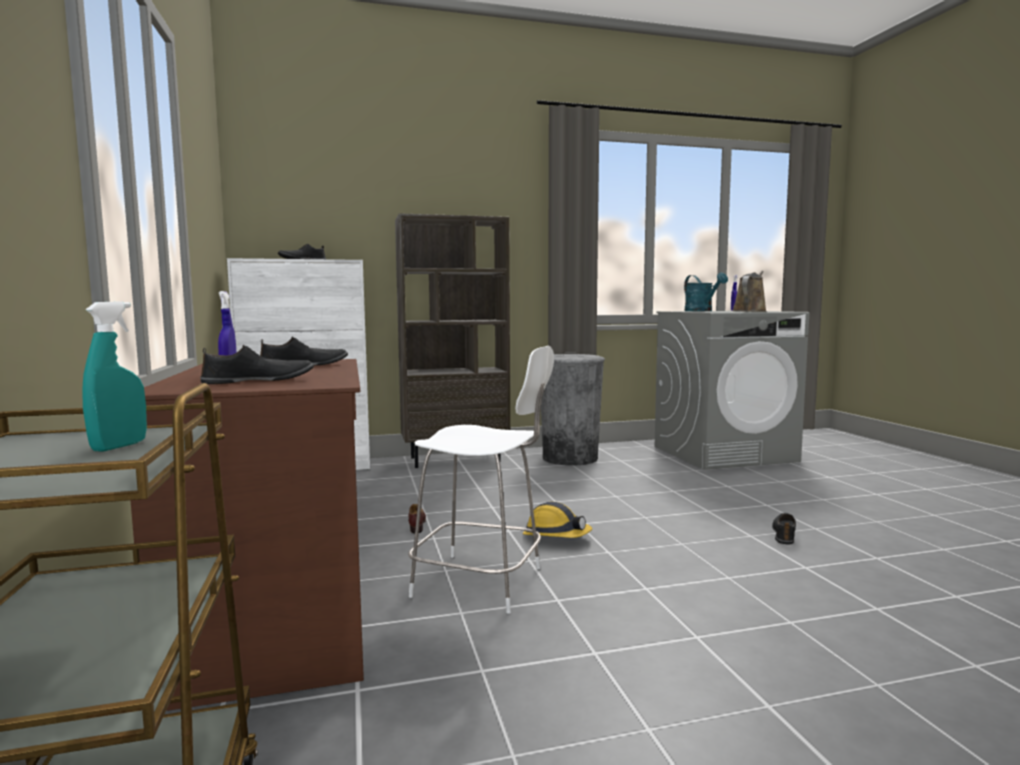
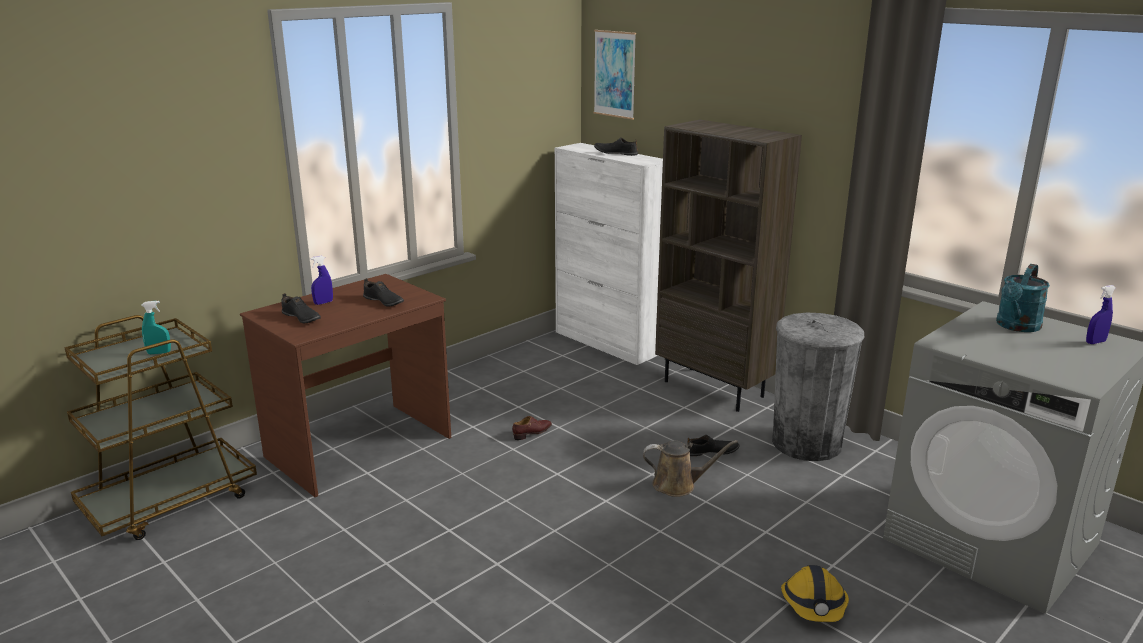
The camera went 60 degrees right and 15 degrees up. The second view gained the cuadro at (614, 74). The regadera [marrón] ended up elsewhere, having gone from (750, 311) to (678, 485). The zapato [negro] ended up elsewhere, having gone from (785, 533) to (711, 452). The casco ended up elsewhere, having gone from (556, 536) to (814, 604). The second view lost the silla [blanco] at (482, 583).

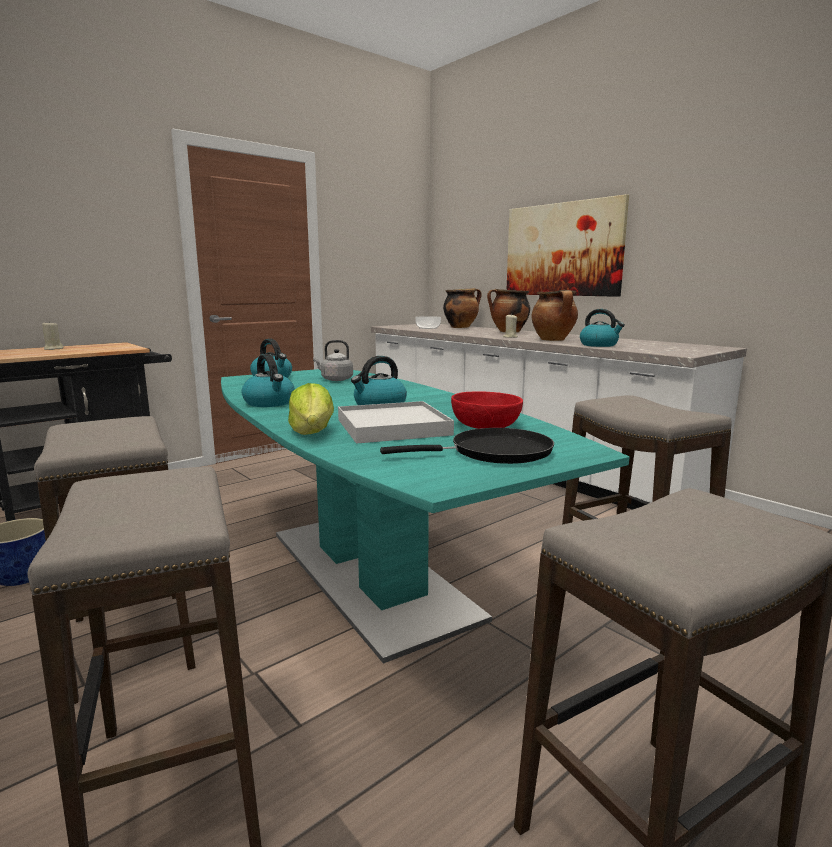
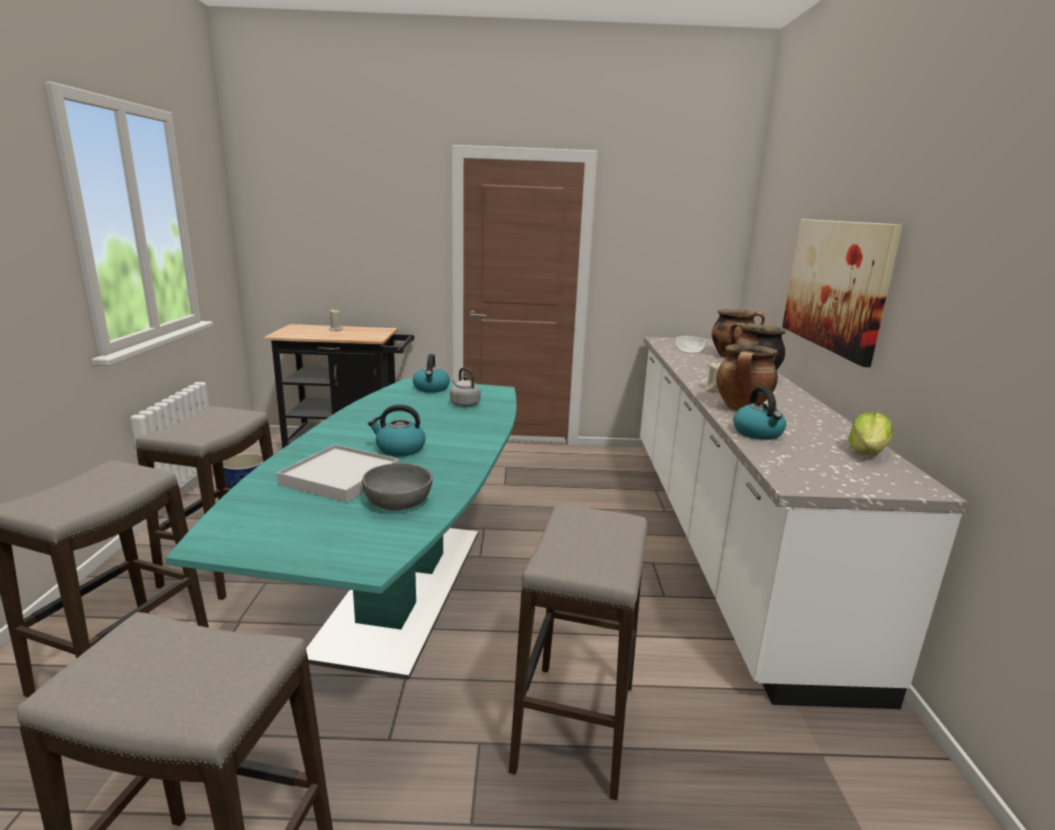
The camera went 40 degrees right and 5 degrees up. What was the cuenco [rojo] at (486, 425) turned into the cuenco [gris] at (398, 501). The lechuga ended up elsewhere, having gone from (312, 432) to (867, 452). The second view lost the hervidor at (270, 403). The second view lost the sartén [negro] at (494, 452).

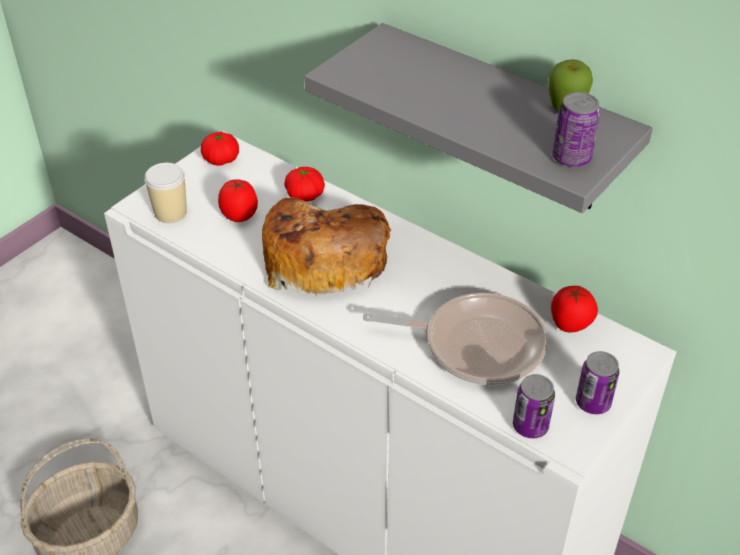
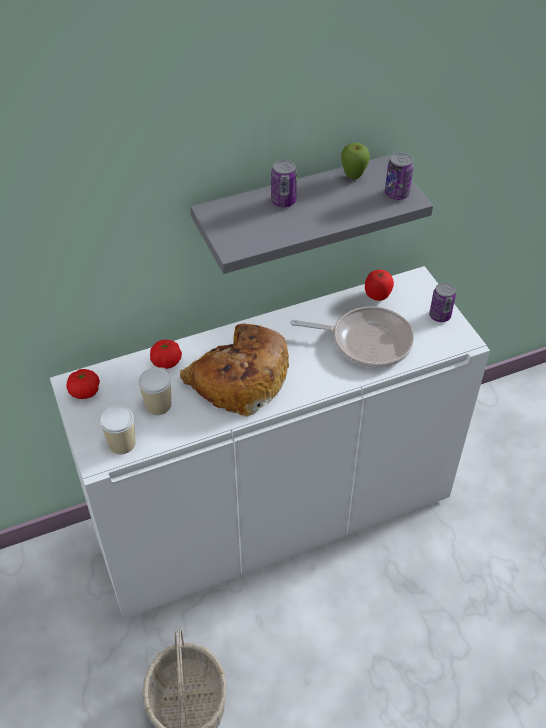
The camera went 60 degrees left and 5 degrees up. Where the tomate stood at (239, 215), the taza came to stand at (158, 405). The lata ended up elsewhere, having gone from (530, 426) to (283, 201). The sartén at (476, 345) ended up facing another way, 60 degrees clockwise from before.

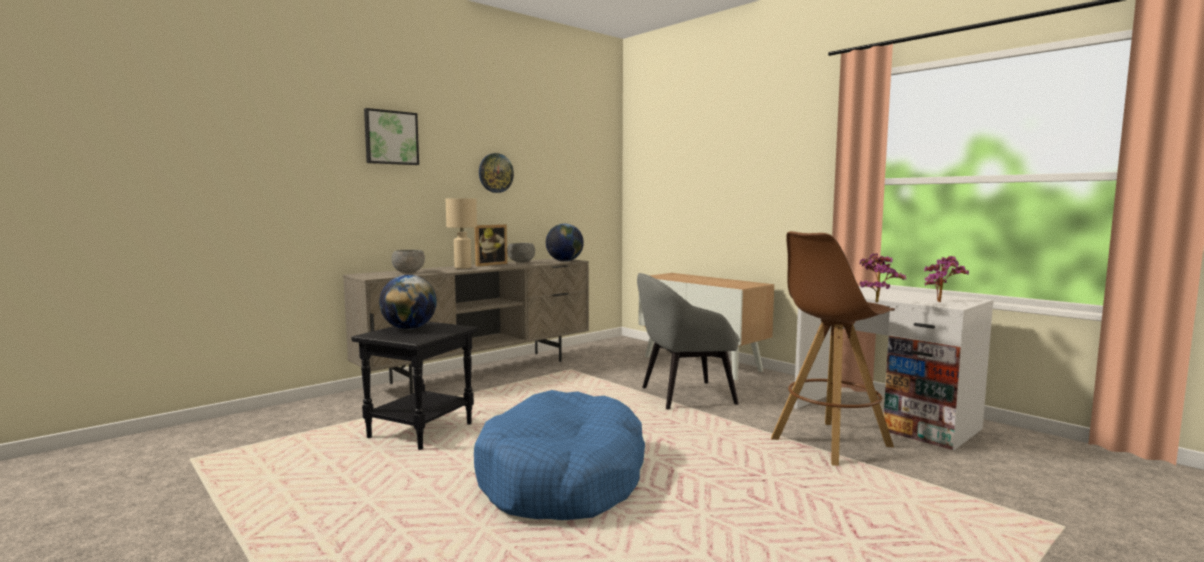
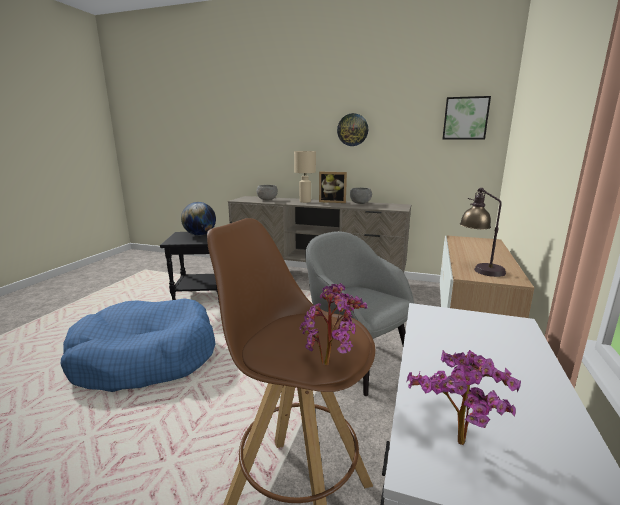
The camera went 60 degrees right and 10 degrees up. The cuadro ended up elsewhere, having gone from (391, 137) to (465, 118). The second view gained the lámpara de mesa at (479, 268). The second view lost the globo terráqueo at (564, 261).

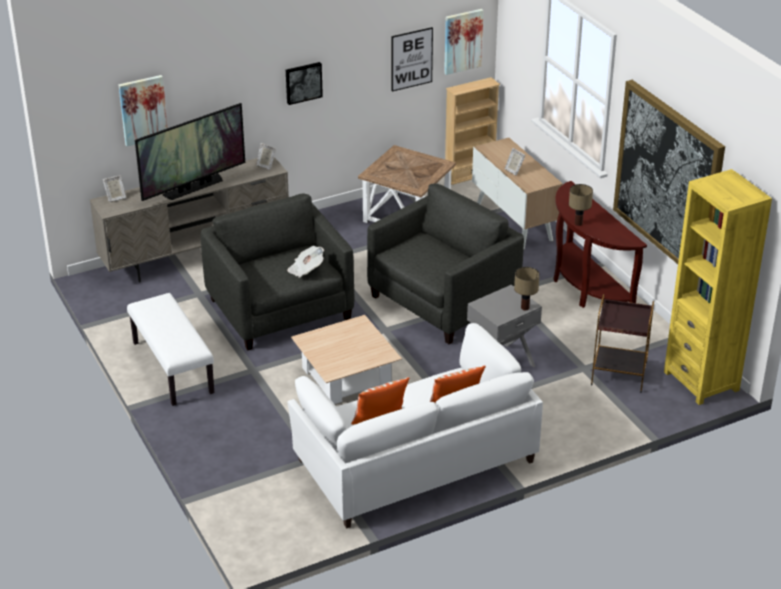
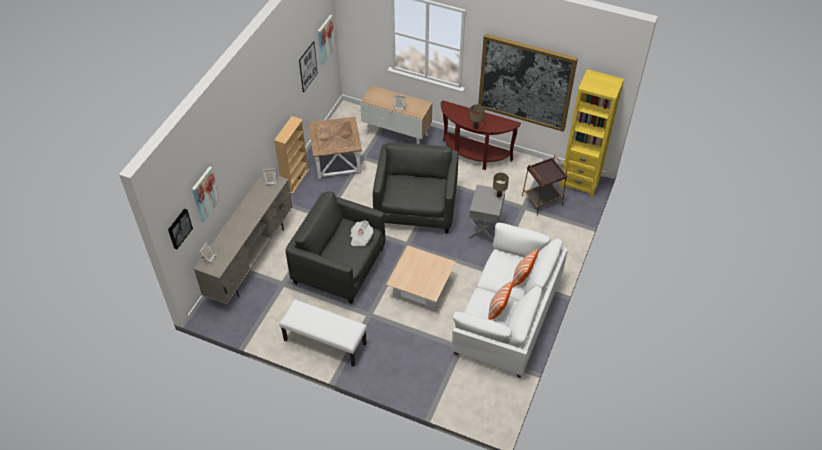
The camera went 40 degrees left and 15 degrees up. The cuadro ended up elsewhere, having gone from (303, 82) to (179, 228). The estantería [beis] ended up elsewhere, having gone from (469, 175) to (295, 180). The second view lost the televisor at (194, 187).

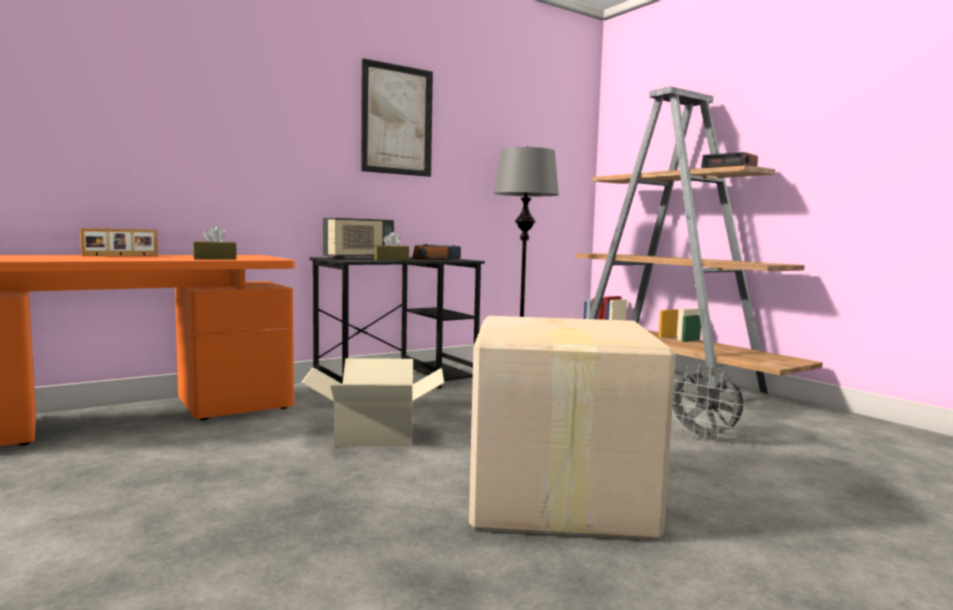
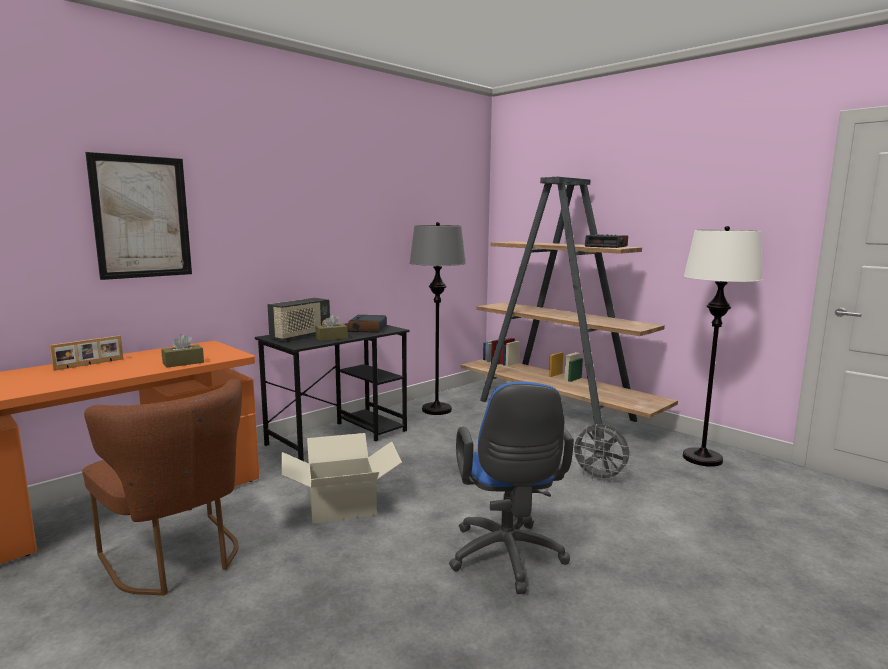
The camera went 10 degrees left and 5 degrees up. The second view gained the silla [marrón] at (178, 559). The cuadro ended up elsewhere, having gone from (397, 120) to (142, 217). Where the caja de cartón stood at (556, 497), the silla de oficina [azul] came to stand at (507, 559). The second view gained the lámpara de pie [blanco] at (702, 458).

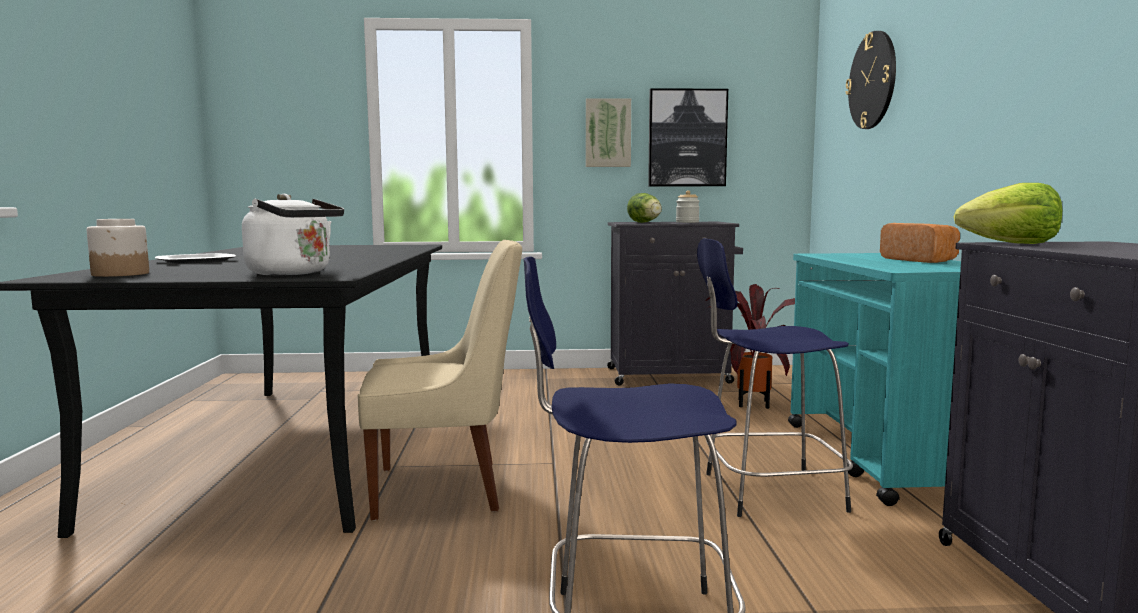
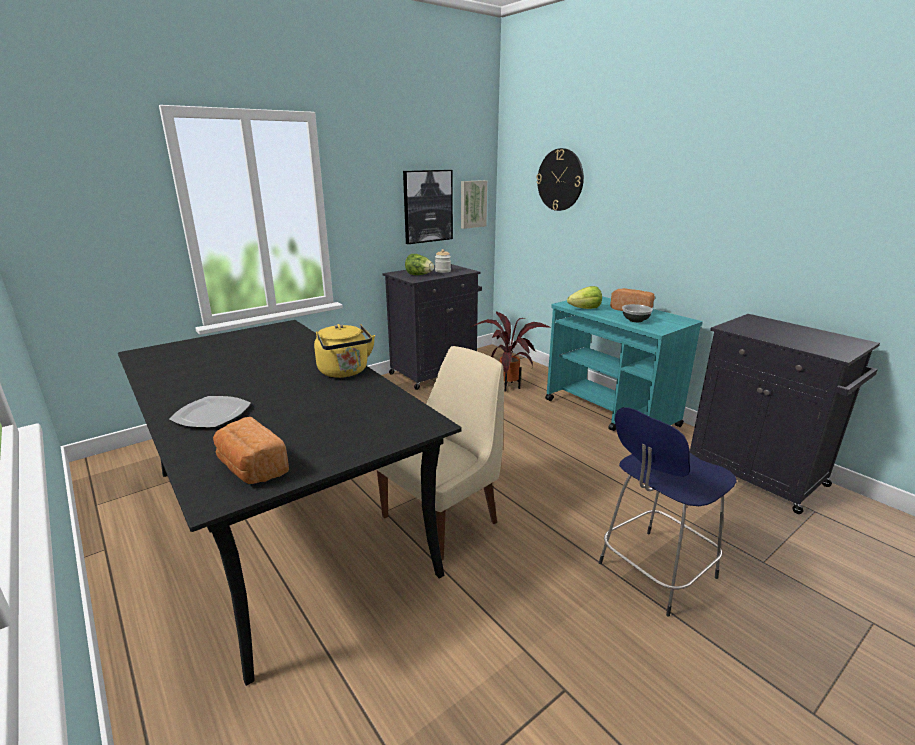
The camera went 35 degrees left and 15 degrees up. Where the tarro stood at (121, 274), the pan came to stand at (251, 468). The second view gained the hervidor [amarillo] at (345, 372). The cuadro ended up elsewhere, having gone from (608, 133) to (472, 204). The lechuga ended up elsewhere, having gone from (1011, 243) to (585, 309). The second view gained the cuenco at (635, 320). The second view lost the hervidor [blanco] at (294, 273). The second view lost the taburete [azul] at (768, 492).

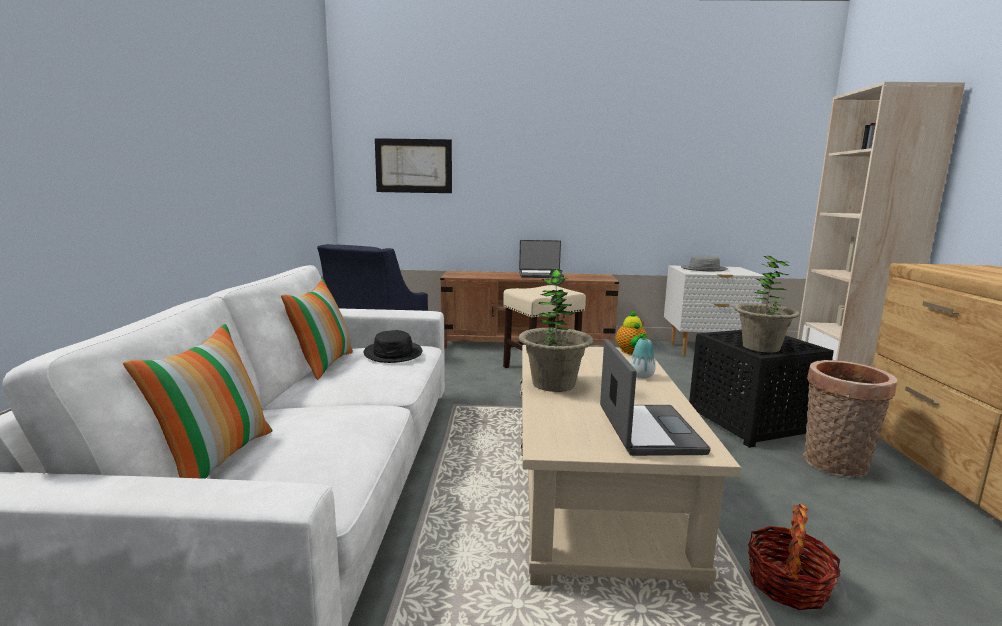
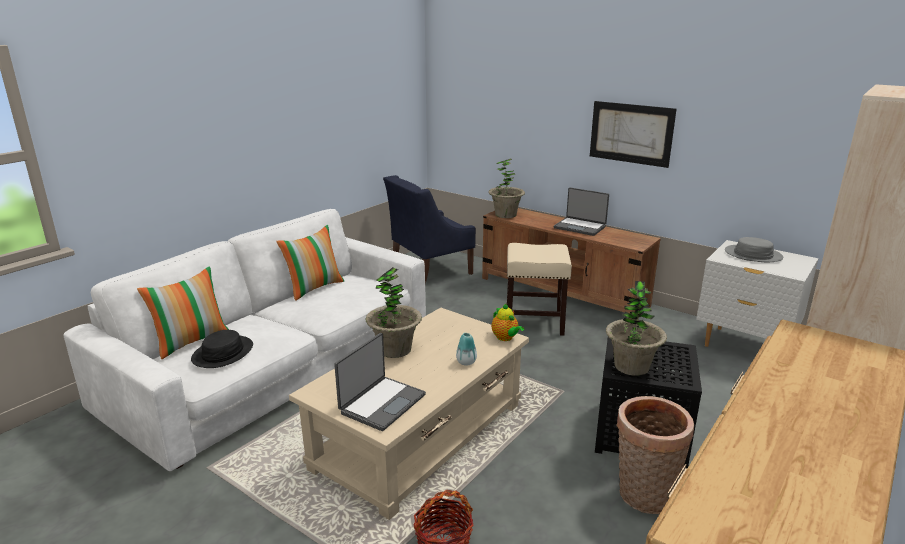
The camera went 35 degrees right and 10 degrees up. The sombrero [negro] ended up elsewhere, having gone from (393, 353) to (223, 353). The second view gained the planta en maceta at (505, 215). The tetera at (631, 352) ended up facing another way, 60 degrees counterclockwise from before. The cuadro ended up elsewhere, having gone from (413, 166) to (631, 133).

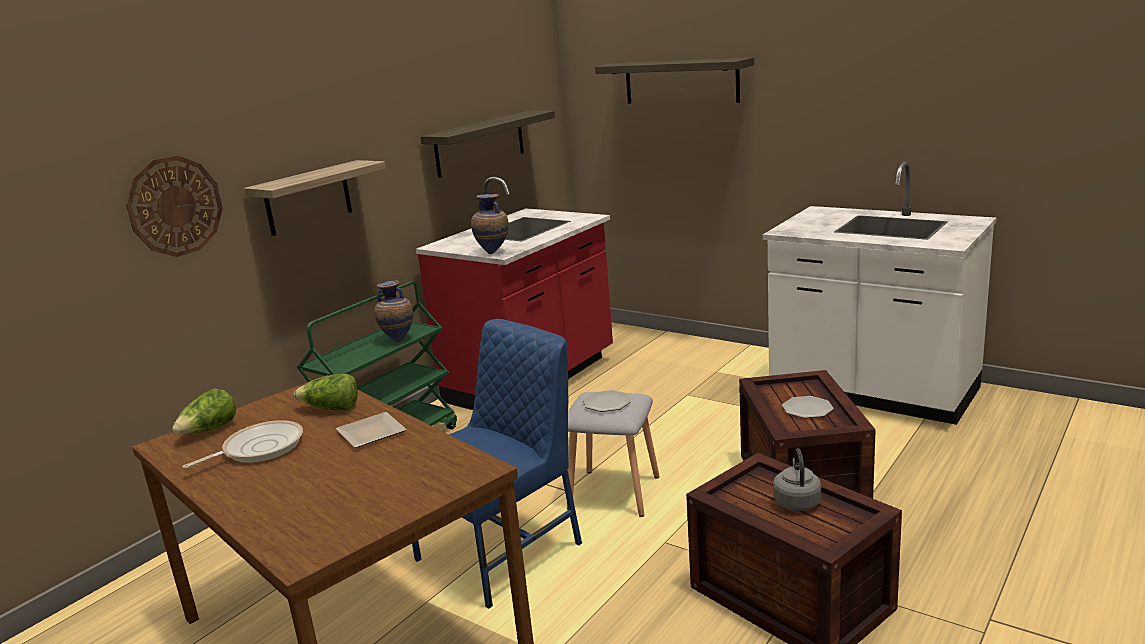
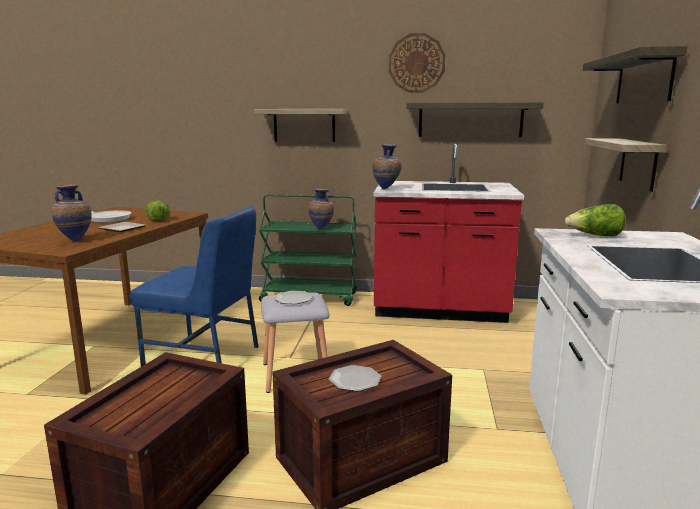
The camera went 60 degrees right and 5 degrees down. The second view gained the florero at (75, 240). The reloj de pared ended up elsewhere, having gone from (175, 206) to (416, 63). The lechuga ended up elsewhere, having gone from (209, 430) to (594, 236). The second view gained the estante at (638, 163). The second view lost the hervidor [gris] at (796, 502).

